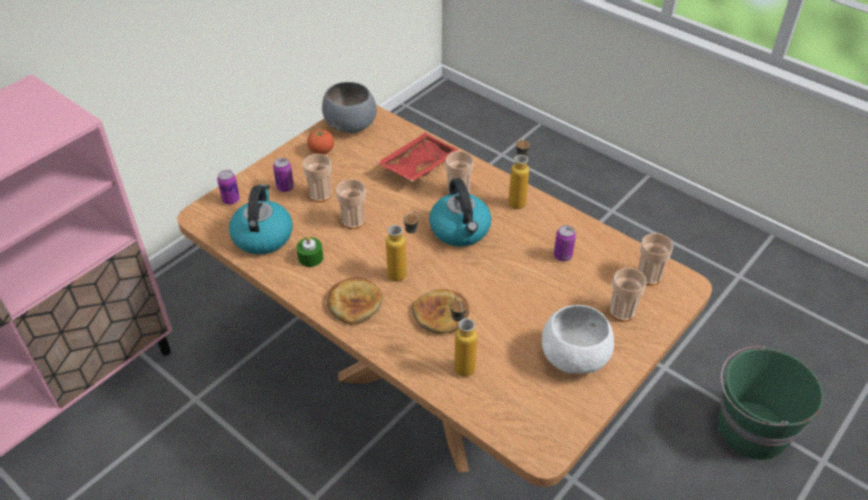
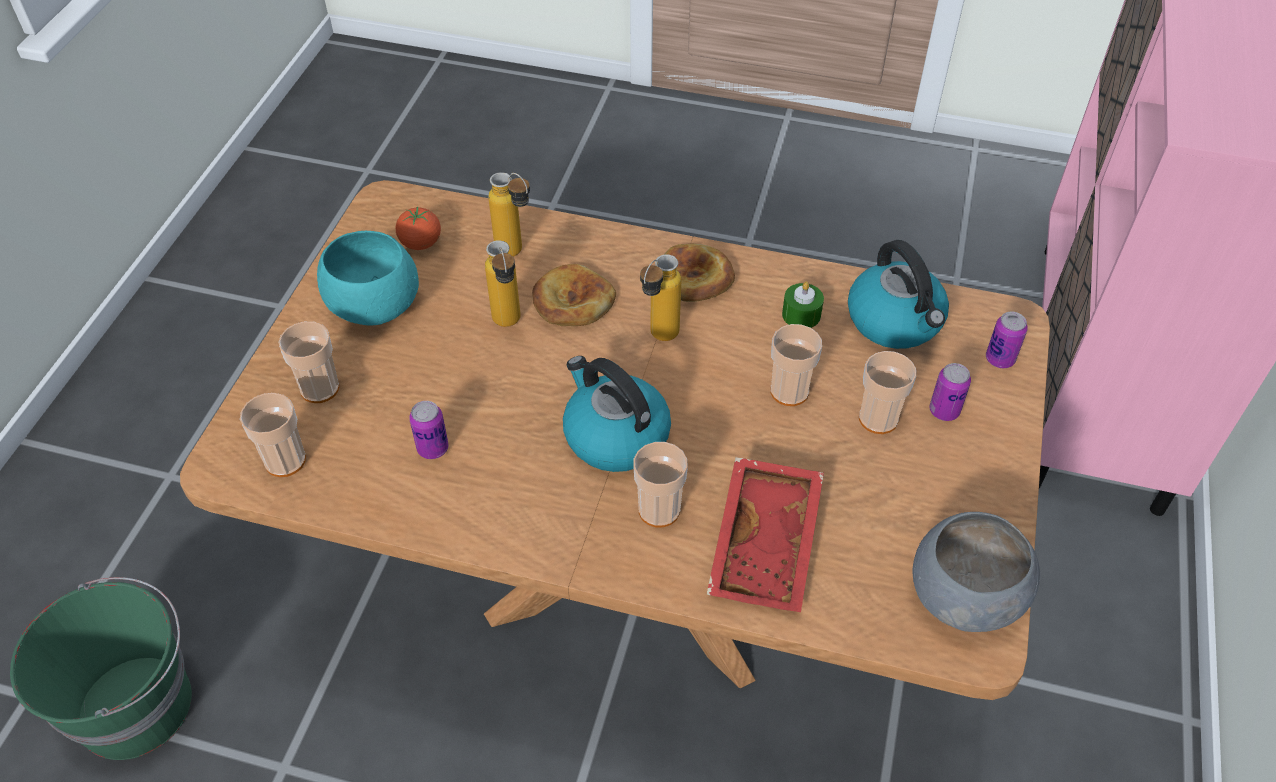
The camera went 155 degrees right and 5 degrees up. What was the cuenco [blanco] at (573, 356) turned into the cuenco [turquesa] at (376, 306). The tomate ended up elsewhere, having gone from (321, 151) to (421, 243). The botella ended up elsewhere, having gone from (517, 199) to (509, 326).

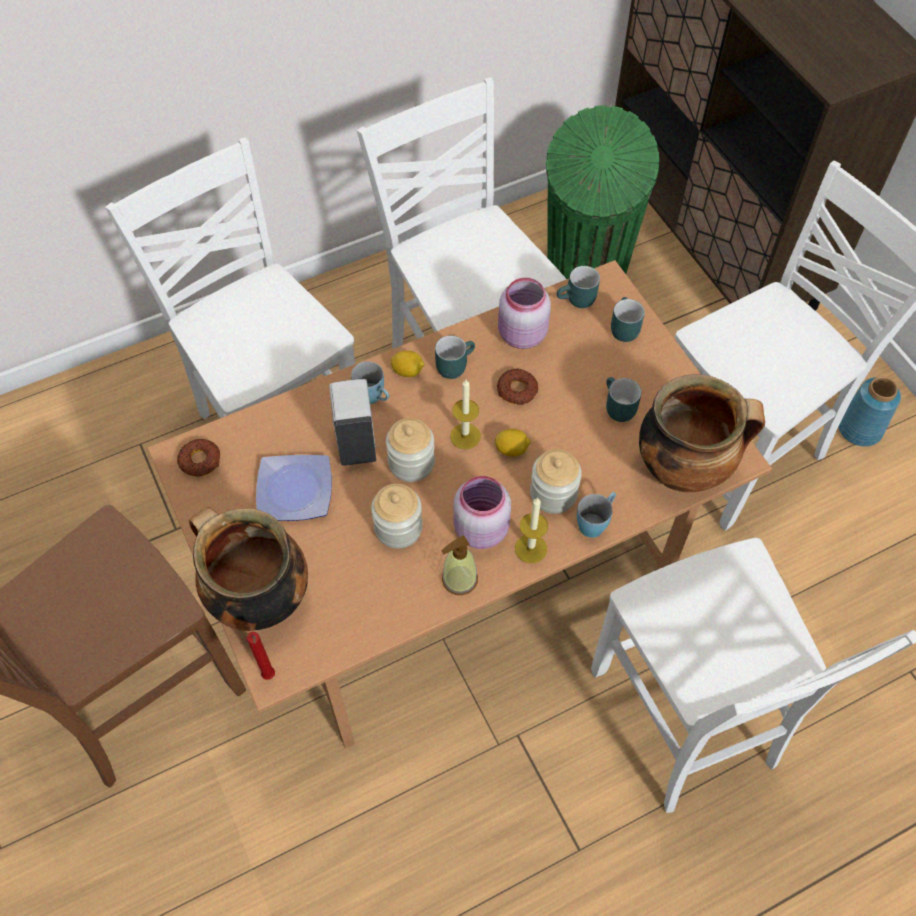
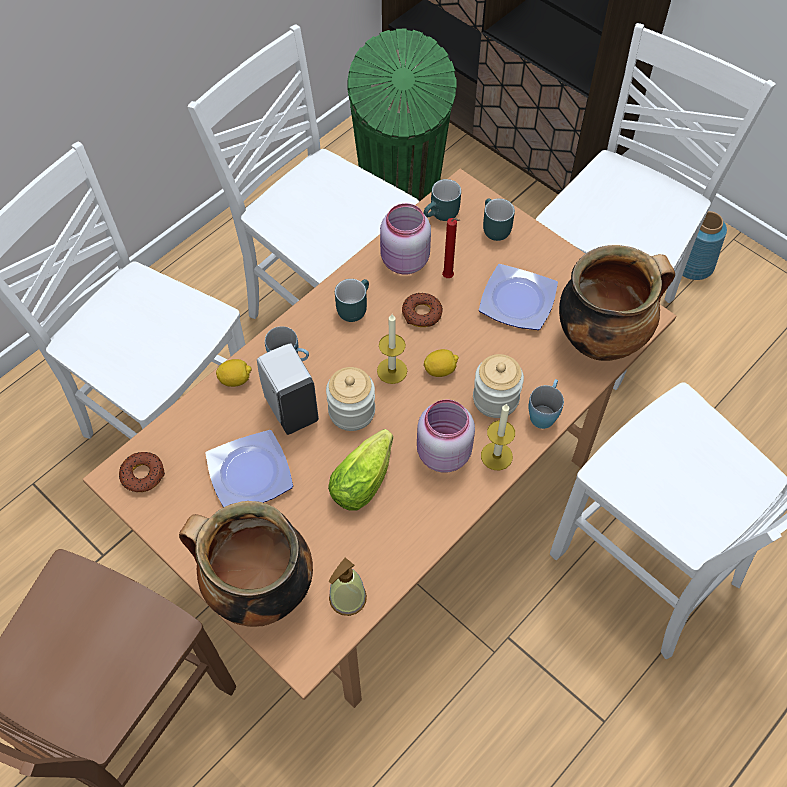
The camera went 20 degrees left and 0 degrees up. The limón ended up elsewhere, having gone from (408, 371) to (235, 380). Where the tarro stood at (398, 528), the lechuga came to stand at (365, 477). The dispensador de jabón ended up elsewhere, having gone from (459, 579) to (347, 598). The vela [rojo] ended up elsewhere, having gone from (269, 677) to (449, 278). Where the taza grande [turquesa] stood at (616, 407), the plato came to stand at (518, 302).

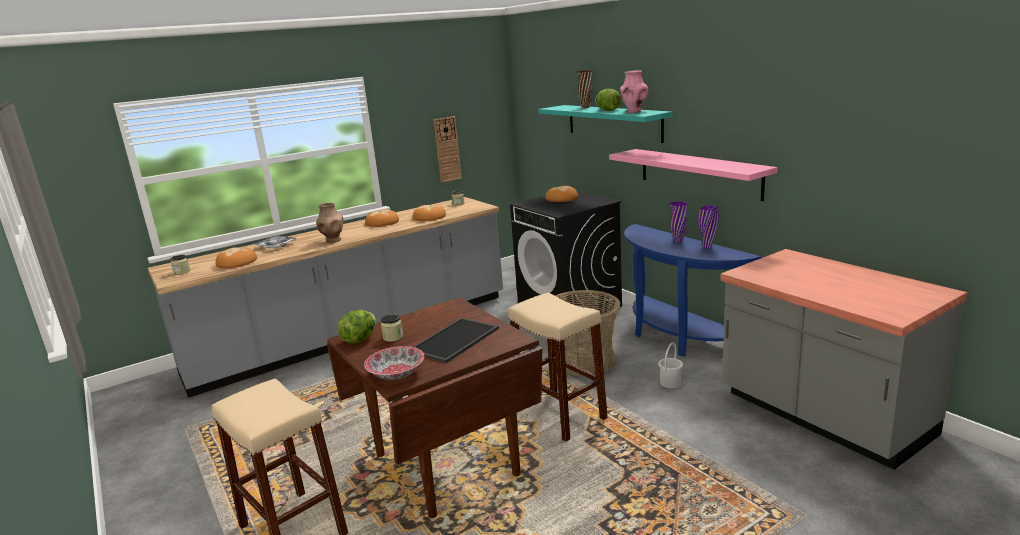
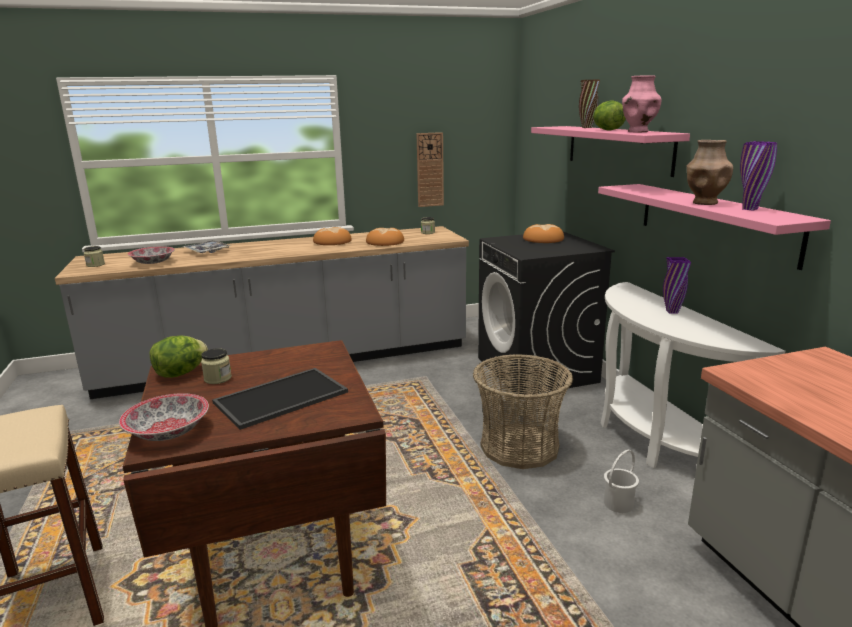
The camera went 15 degrees right and 0 degrees up. Where the pan stood at (236, 262), the cuenco came to stand at (153, 262). What was the estante [turquesa] at (613, 122) turned into the estante [rosa] at (617, 148). What was the mesa consola [azul] at (676, 337) turned into the mesa consola [blanco] at (653, 438). The florero [marrón] ended up elsewhere, having gone from (333, 240) to (704, 203). The florero [morado] ended up elsewhere, having gone from (707, 247) to (750, 209). The second view lost the taburete [beis] at (559, 415).

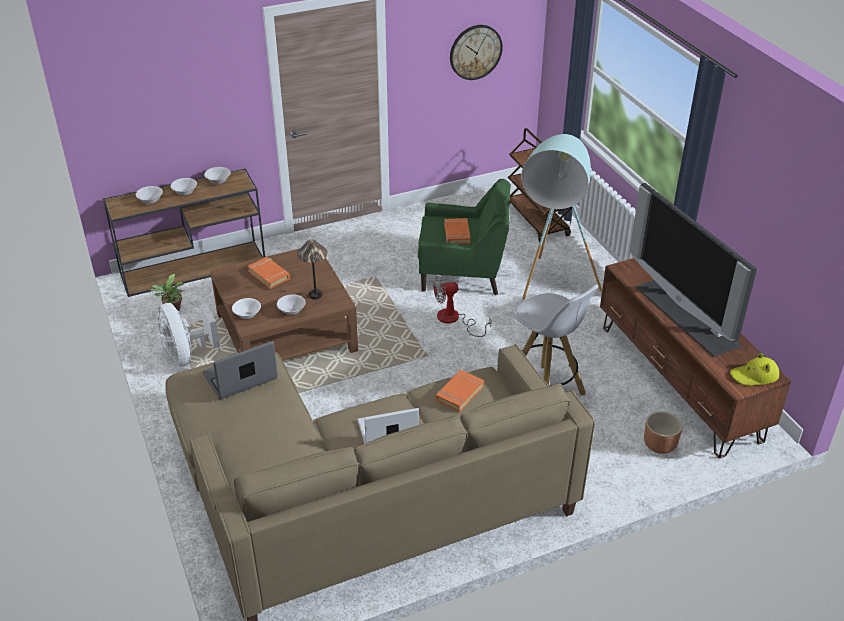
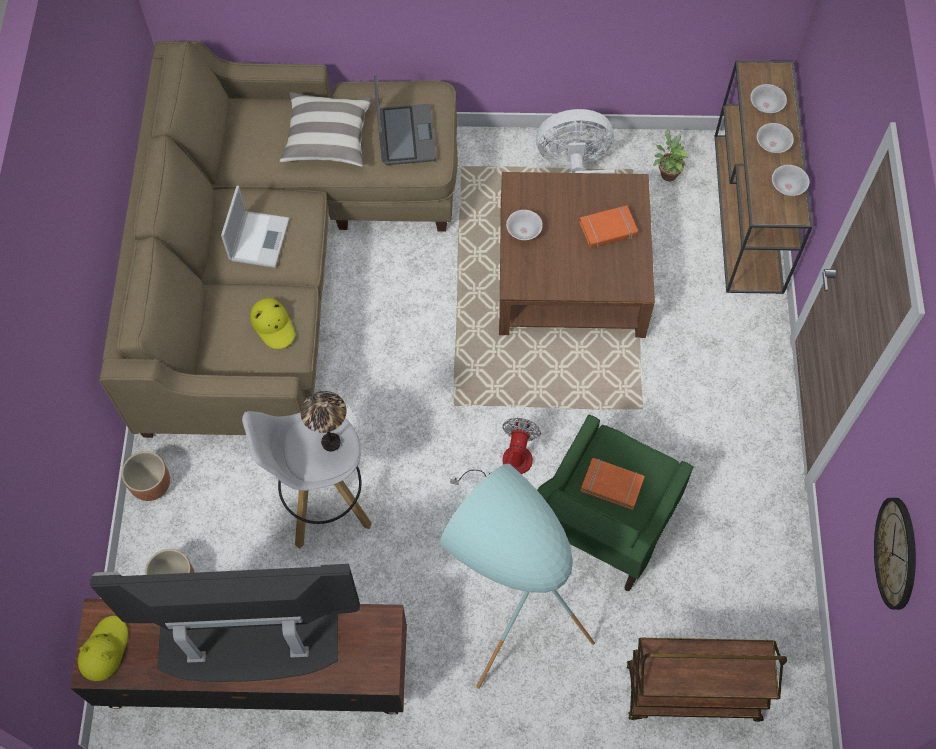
The camera went 115 degrees right and 25 degrees up. The second view gained the maceta [marrón] at (151, 484). Where the libro [naranja] stood at (459, 393), the sombrero [amarillo] came to stand at (273, 325). The second view gained the cojín at (327, 138). The lámpara de mesa ended up elsewhere, having gone from (316, 295) to (331, 443). The second view lost the cuenco [blanco] at (247, 315).

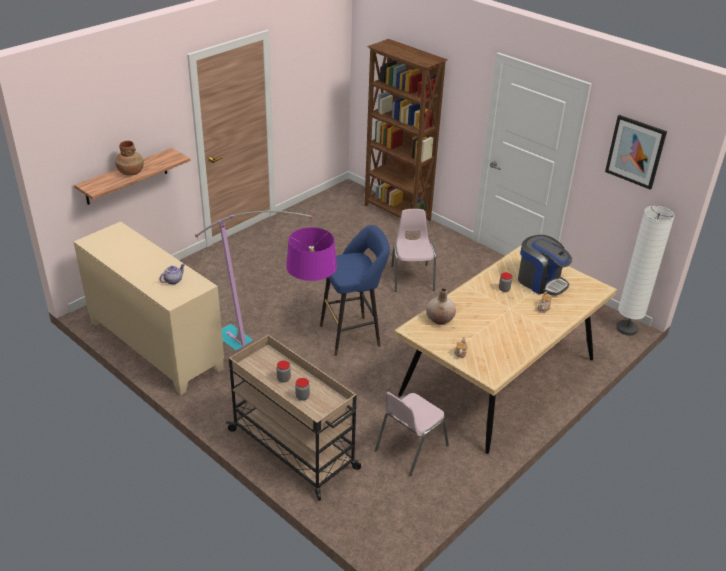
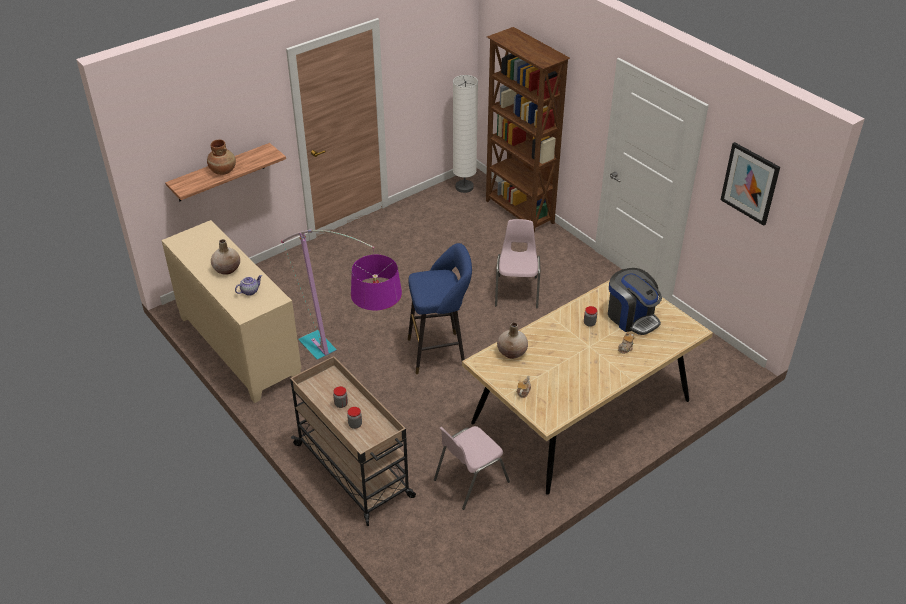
The camera went 10 degrees right and 5 degrees up. The second view gained the florero [beis] at (227, 269). The lámpara de pie [blanco] ended up elsewhere, having gone from (626, 329) to (464, 187).

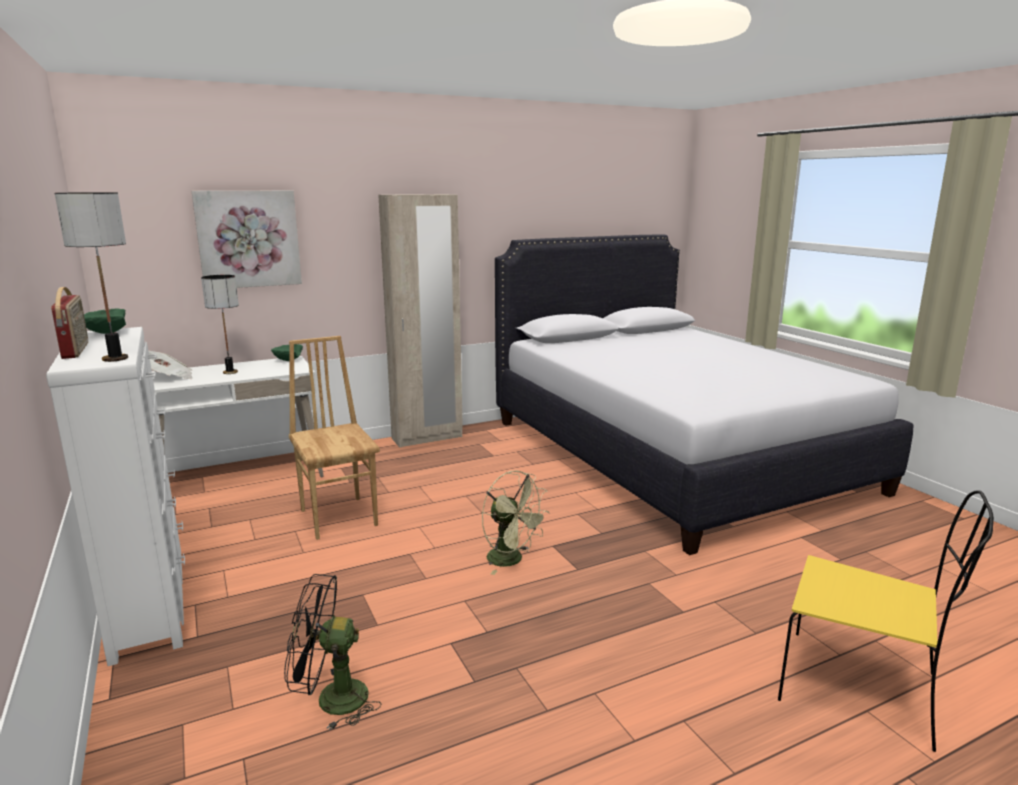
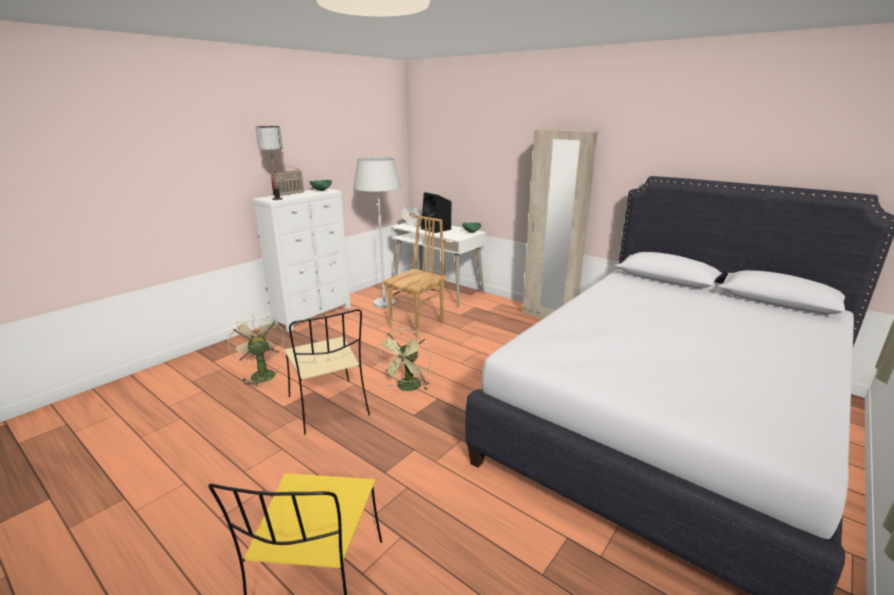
The camera went 65 degrees right and 5 degrees up. What was the ventilador [negro] at (331, 700) turned into the ventilador [beis] at (261, 374). The second view gained the silla [beis] at (329, 407). The second view gained the lámpara de pie [blanco] at (383, 299). Where the lámpara de mesa stood at (230, 372), the altavoz [negro] came to stand at (436, 229). The second view lost the cuadro at (248, 239).

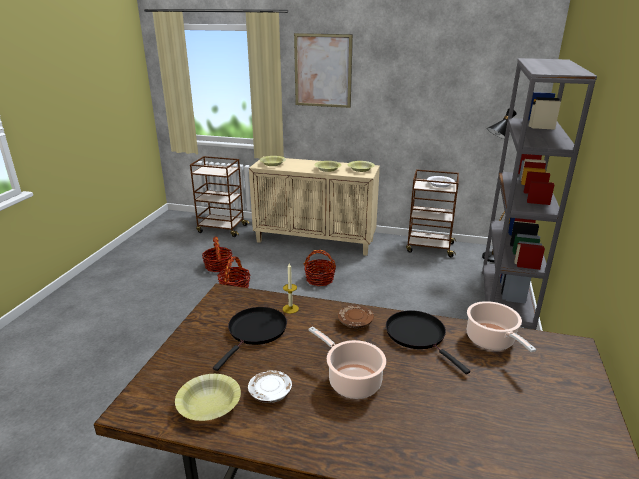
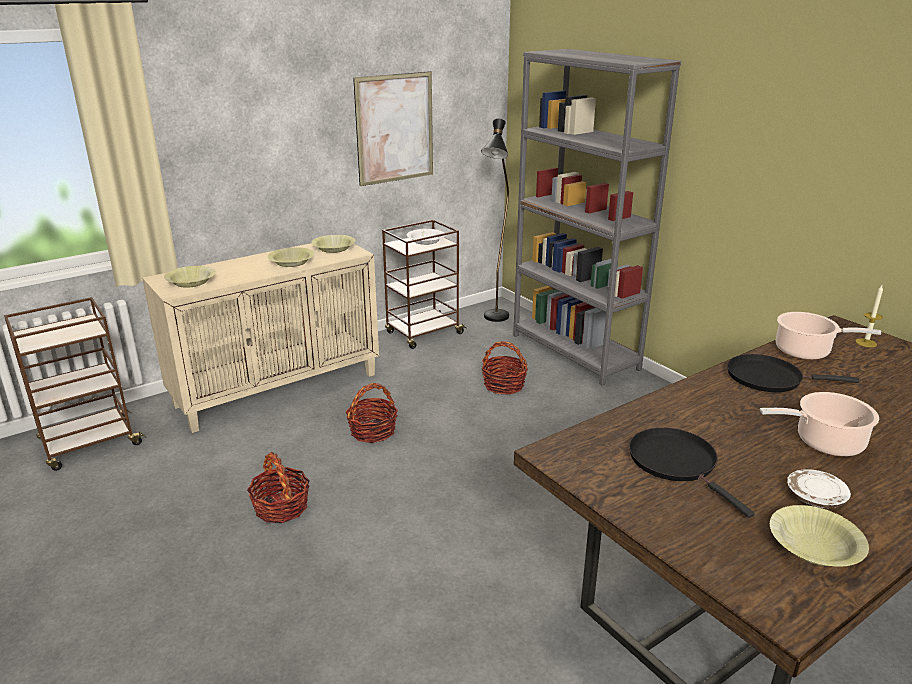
The camera went 50 degrees left and 0 degrees up. The cuadro ended up elsewhere, having gone from (323, 71) to (395, 128). The cesta ended up elsewhere, having gone from (218, 266) to (504, 385). The vela ended up elsewhere, having gone from (290, 309) to (866, 343). The second view lost the plato [marrón] at (355, 322).

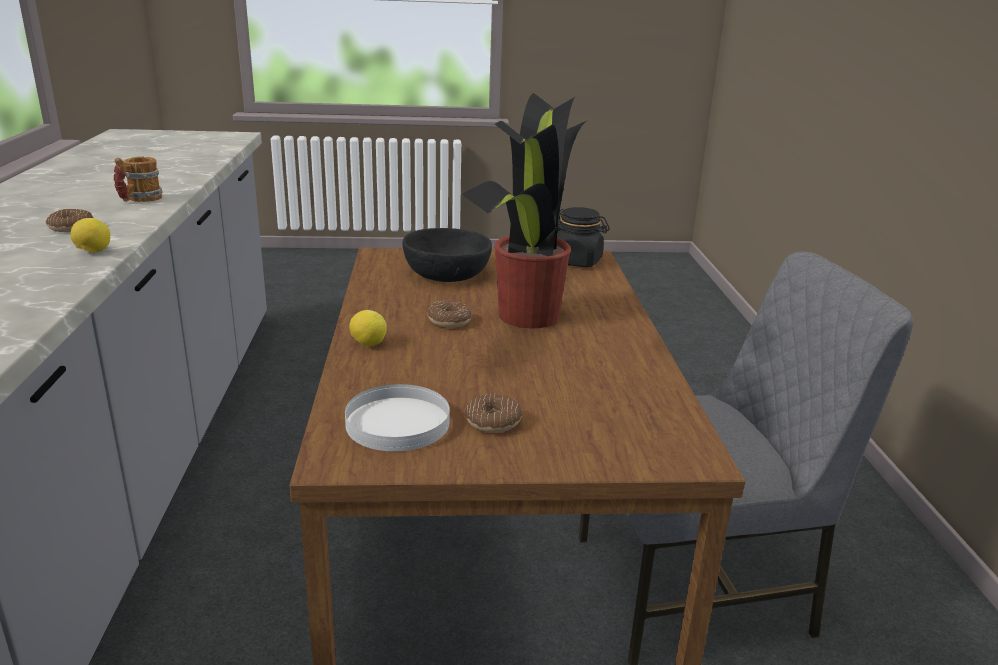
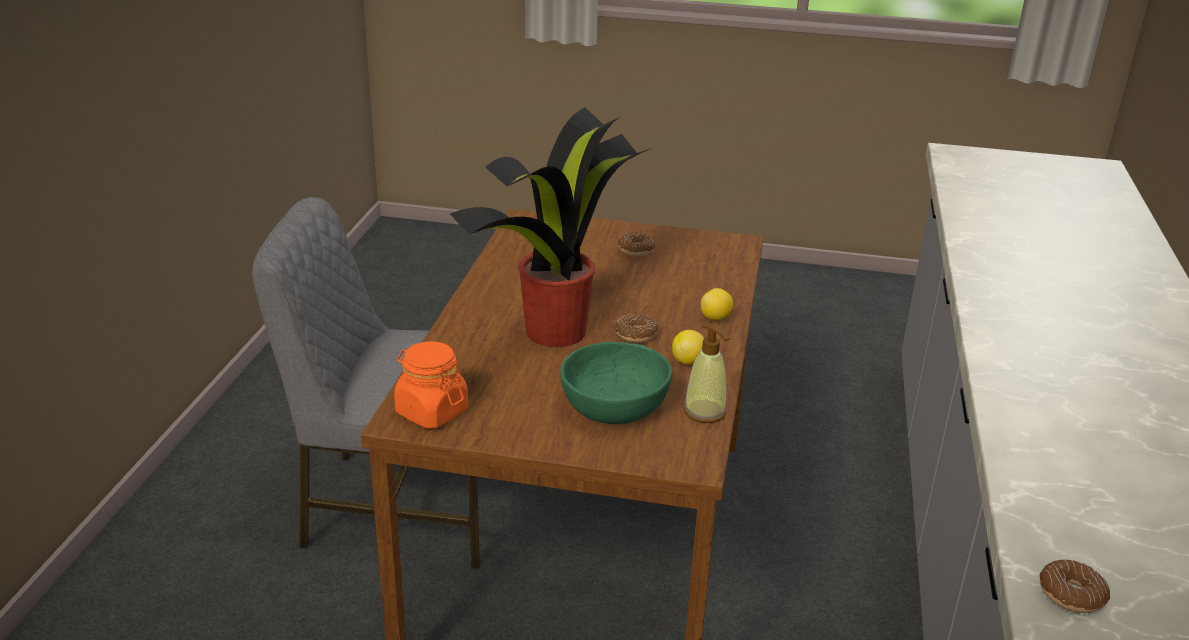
The camera went 165 degrees left and 5 degrees up. What was the tarro [negro] at (577, 261) turned into the tarro [naranja] at (431, 412). What was the cuenco [negro] at (447, 274) turned into the cuenco [verde] at (613, 406). The limón ended up elsewhere, having gone from (93, 252) to (688, 361). The second view gained the dispensador de jabón at (705, 412). The rosquilla ended up elsewhere, having gone from (71, 227) to (1071, 595). The second view lost the taza grande at (139, 199). The second view lost the plato [blanco] at (397, 423).

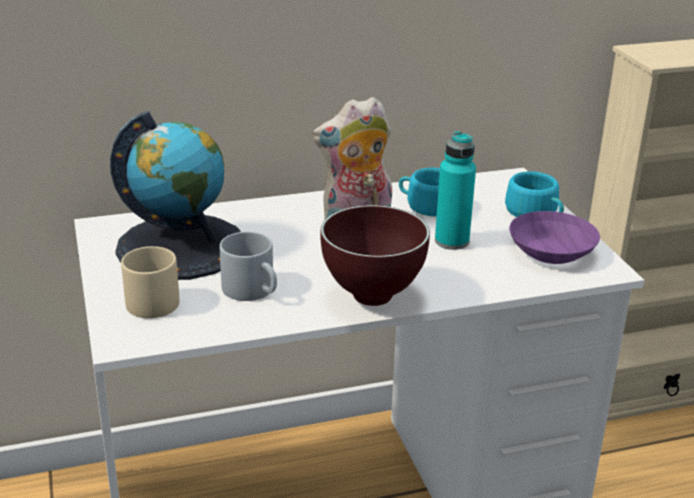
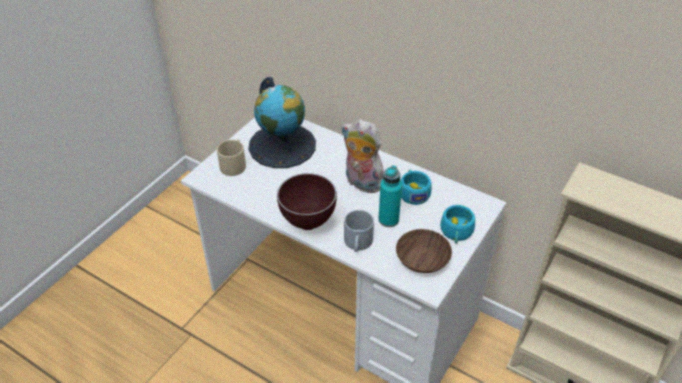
The camera went 50 degrees right and 15 degrees up. The taza grande [gris] ended up elsewhere, having gone from (254, 291) to (358, 243). What was the cuenco [morado] at (550, 251) turned into the cuenco [marrón] at (423, 258).

